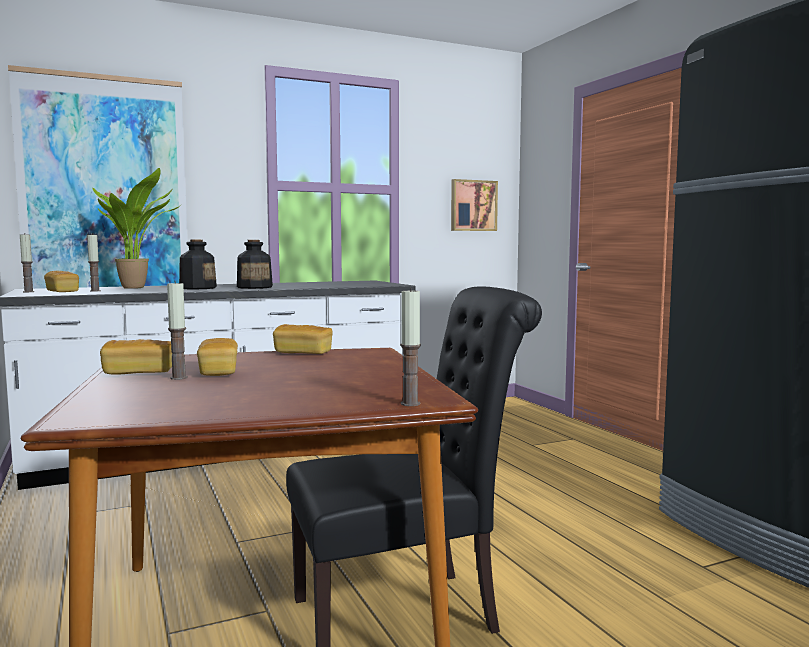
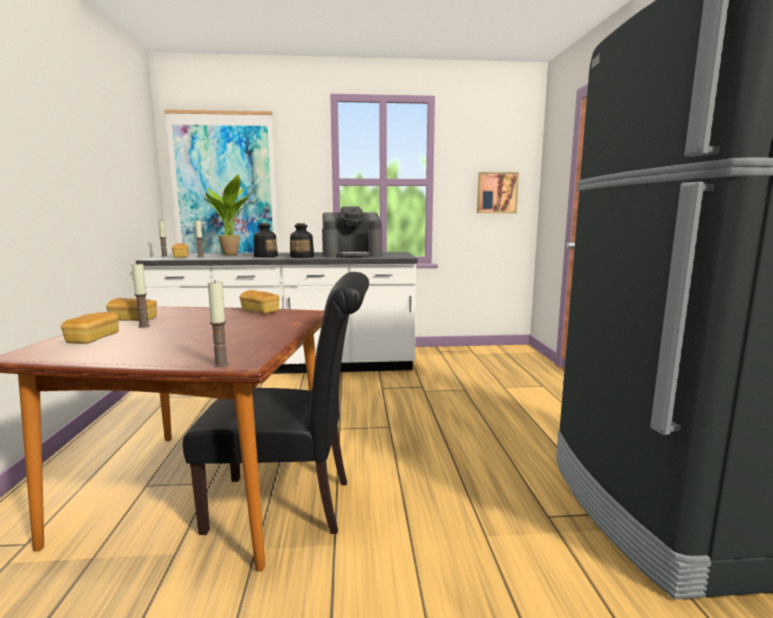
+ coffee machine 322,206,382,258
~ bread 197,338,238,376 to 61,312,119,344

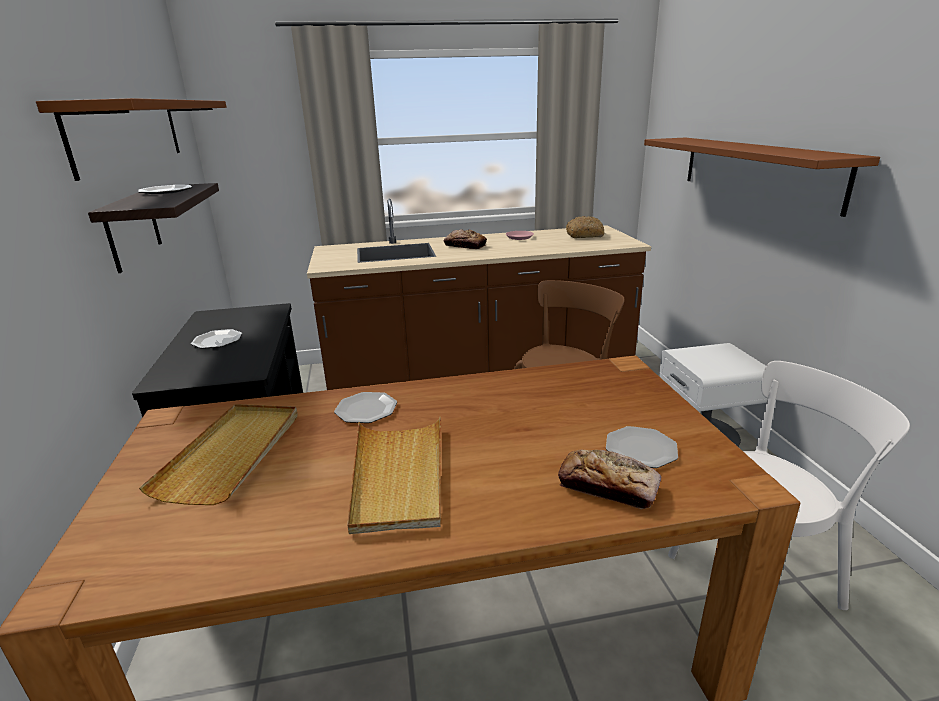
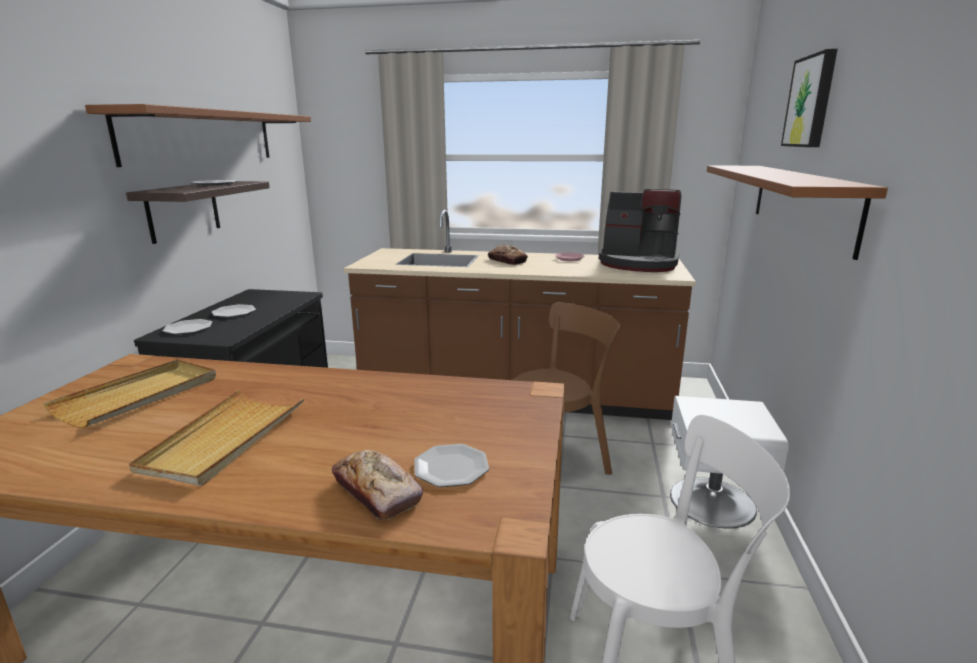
+ picture 781,49,838,147
~ plate 334,392,397,423 to 163,319,212,334
~ bread 566,216,604,238 to coffee machine 599,189,682,272

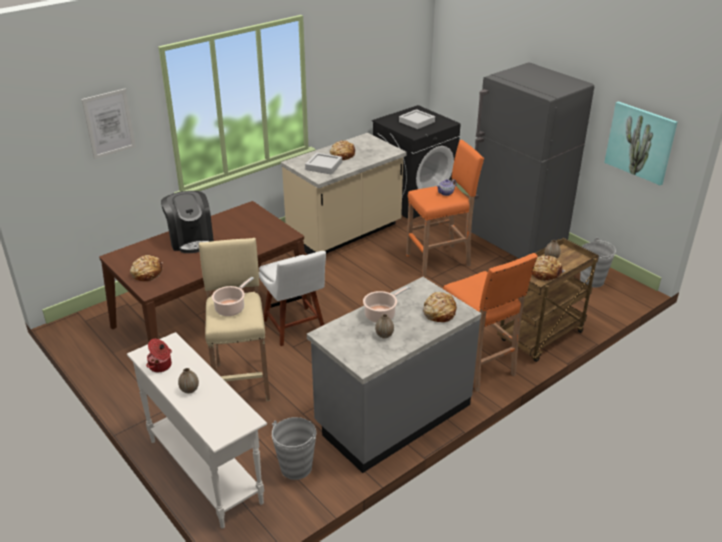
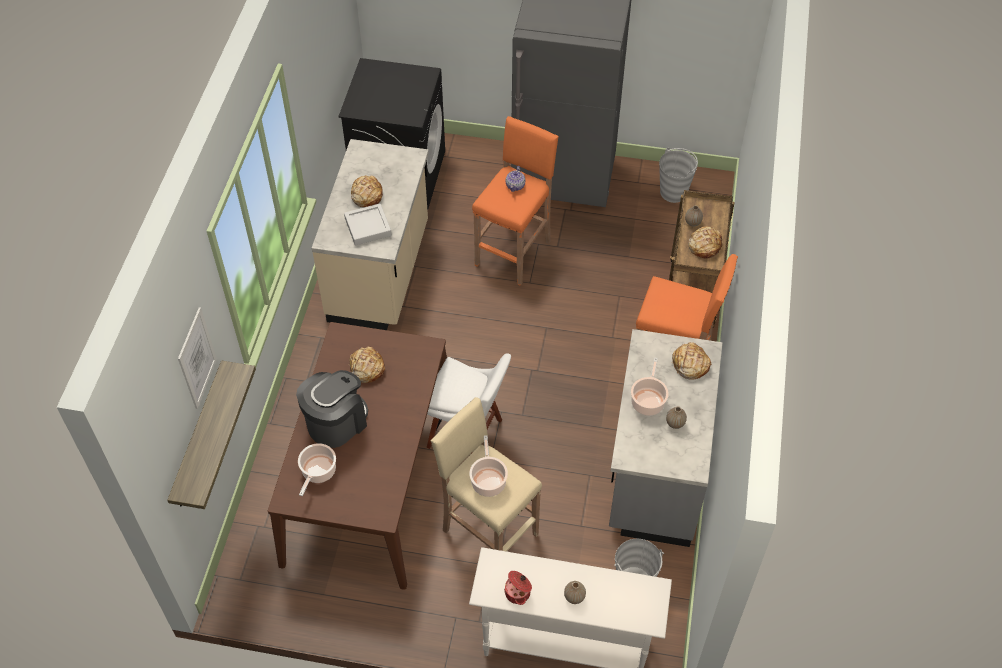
- grey tray 399,109,435,129
- picture 604,101,678,186
+ shelf 167,361,256,509
+ cooking pot 298,443,336,496
~ bread 130,255,163,281 to 349,346,385,383
~ coffee machine 161,191,214,253 = 296,370,368,448 75 degrees counterclockwise

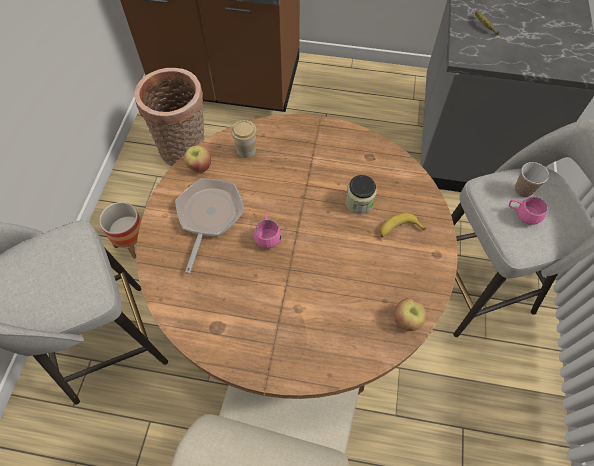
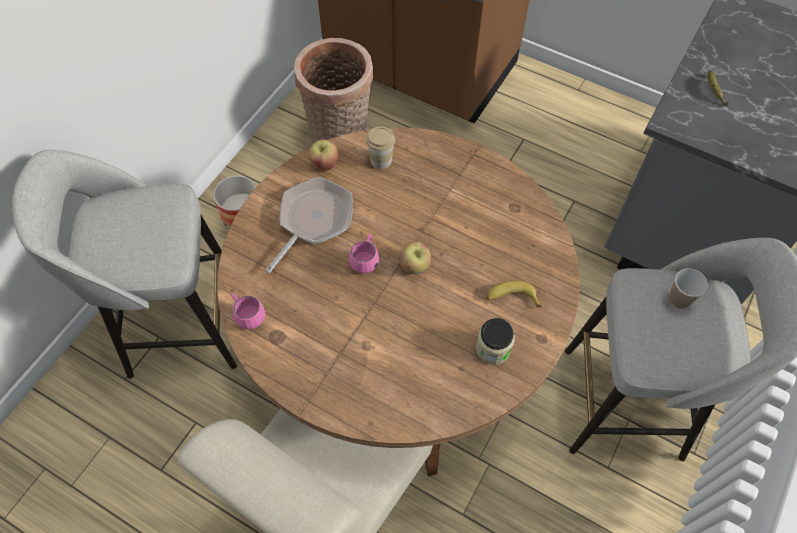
~ jar 345,175,377,214 to 476,318,515,365
~ apple 394,298,426,331 to 399,242,431,274
~ pink mug 509,196,548,225 to 231,293,265,329

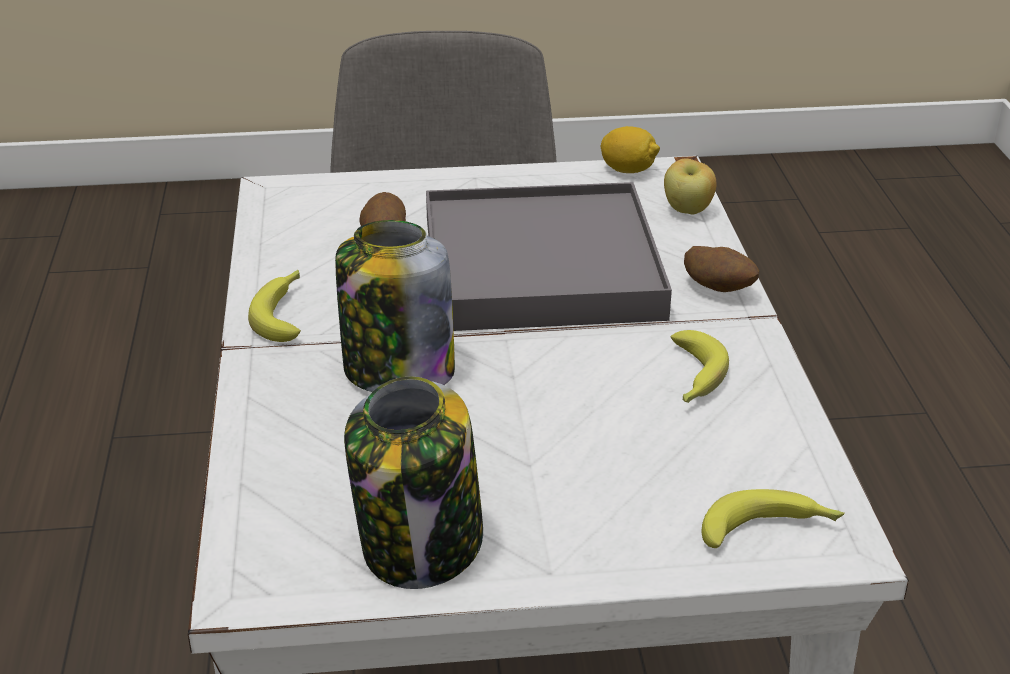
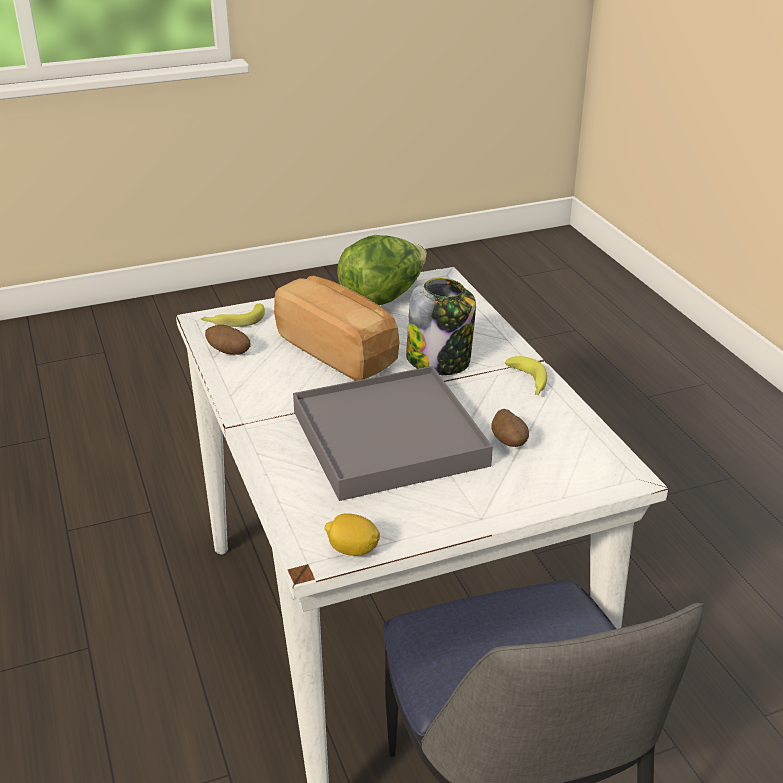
- apple 664,159,717,215
- banana 671,330,729,403
+ bread 274,276,400,381
~ potato 684,246,759,292 to 205,324,251,355
~ jar 344,377,483,589 to lettuce 337,235,427,305

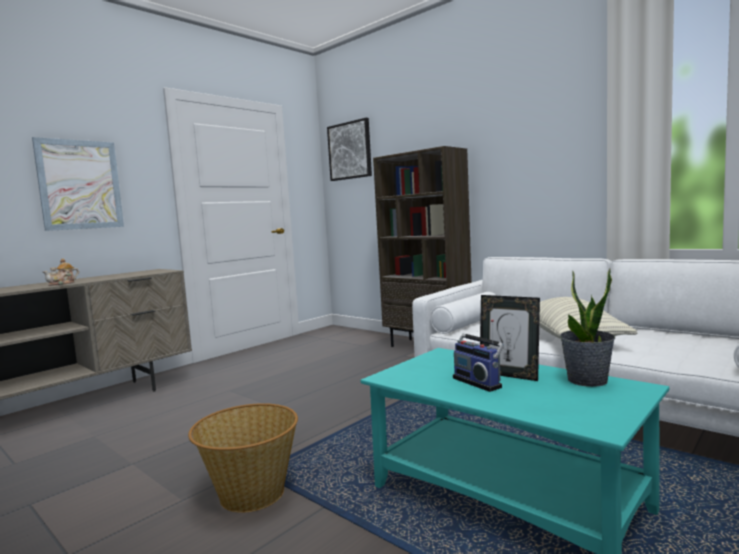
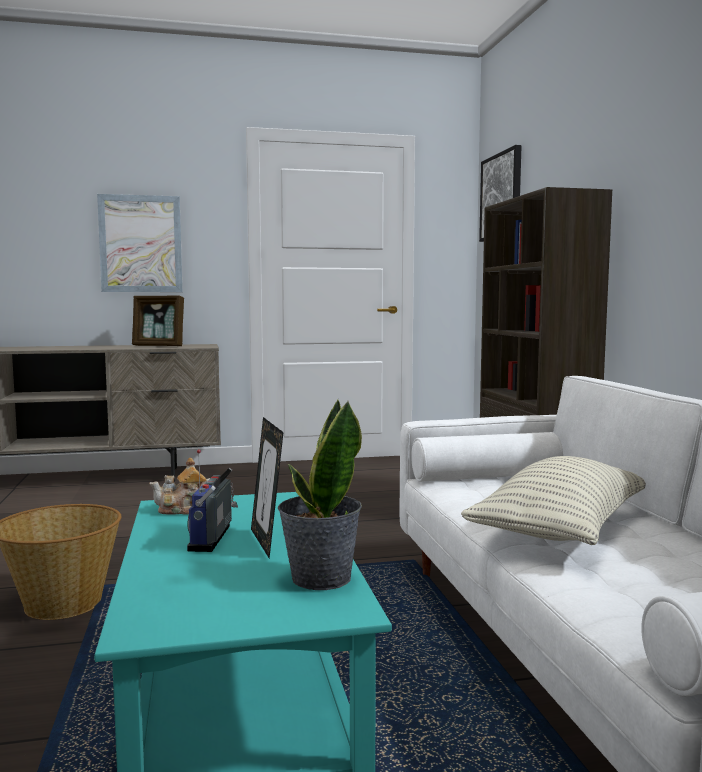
+ picture frame 132,295,184,346
~ teapot 43,259,79,286 to 149,458,210,515

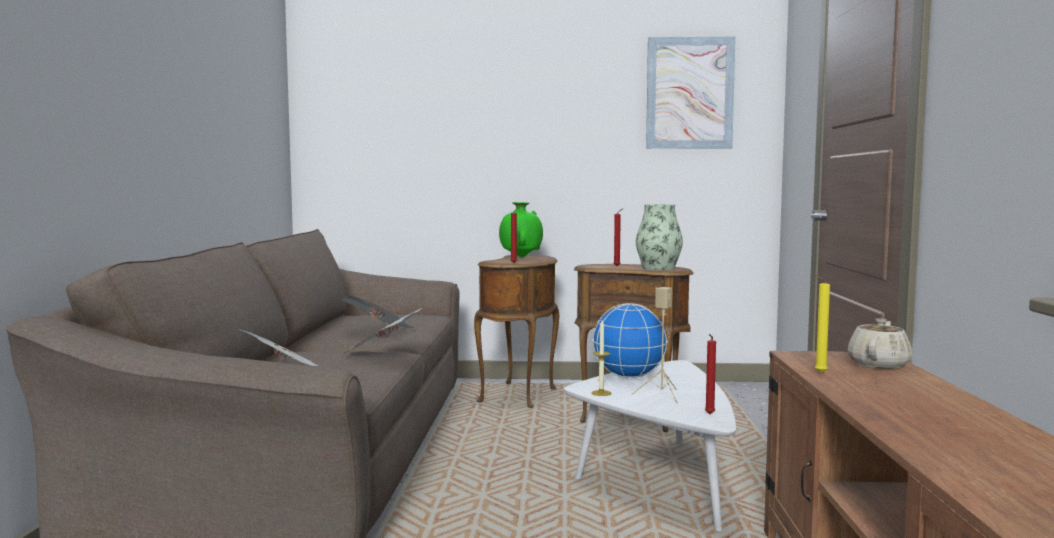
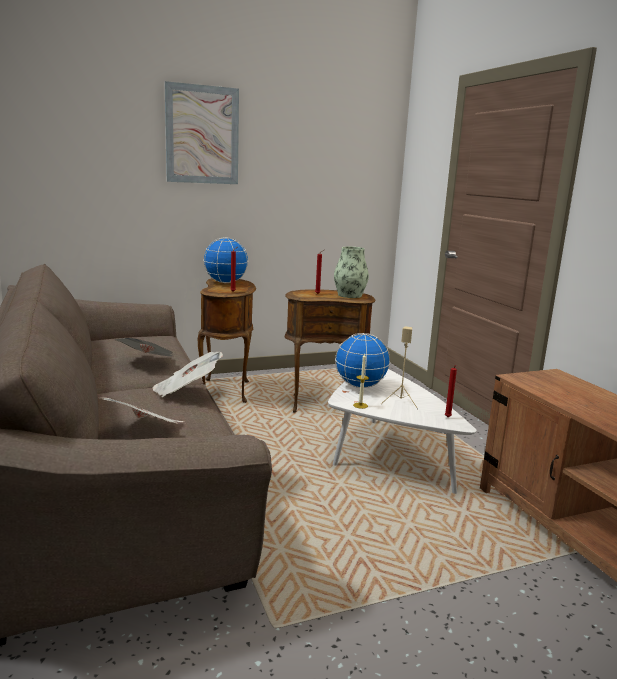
- yellow candle 814,273,830,373
- beige teapot 848,318,912,368
~ picture 646,36,736,149 to 165,81,239,184
~ green vase 499,202,543,258 to globe 203,237,249,283

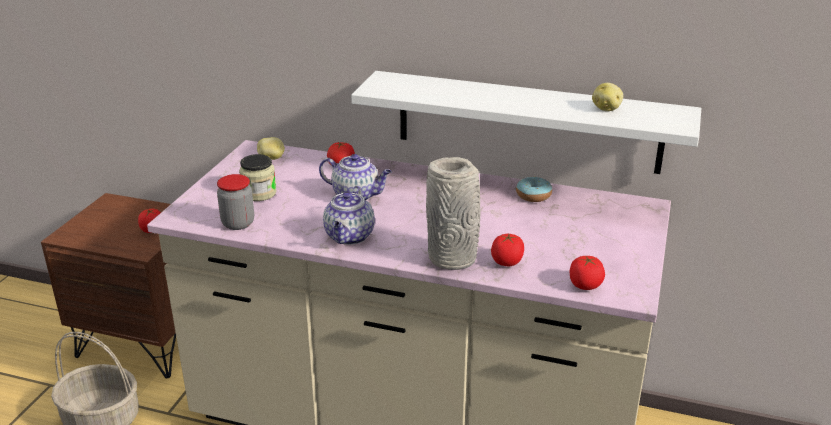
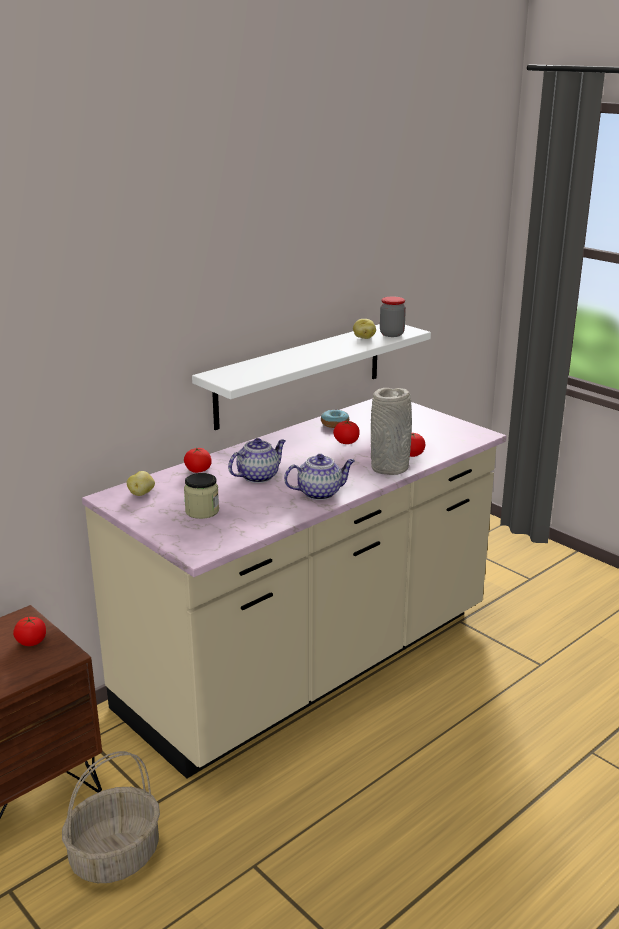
~ jar 217,174,254,230 to 380,297,406,337
~ tomato 570,255,605,290 to 333,421,360,444
~ teapot 323,186,375,245 = 284,454,355,500 60 degrees counterclockwise

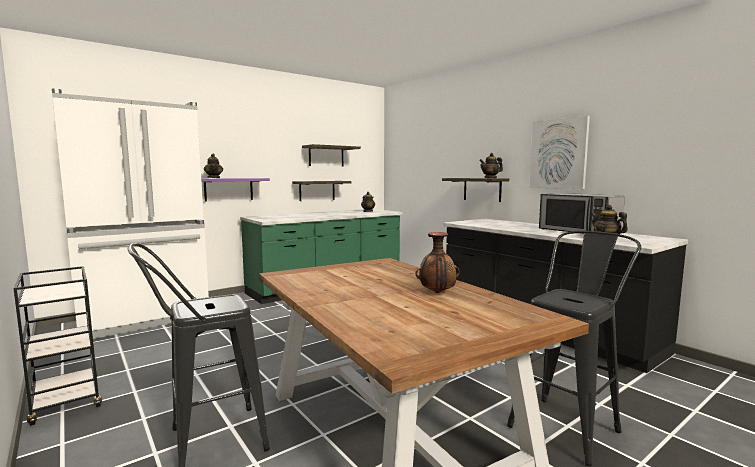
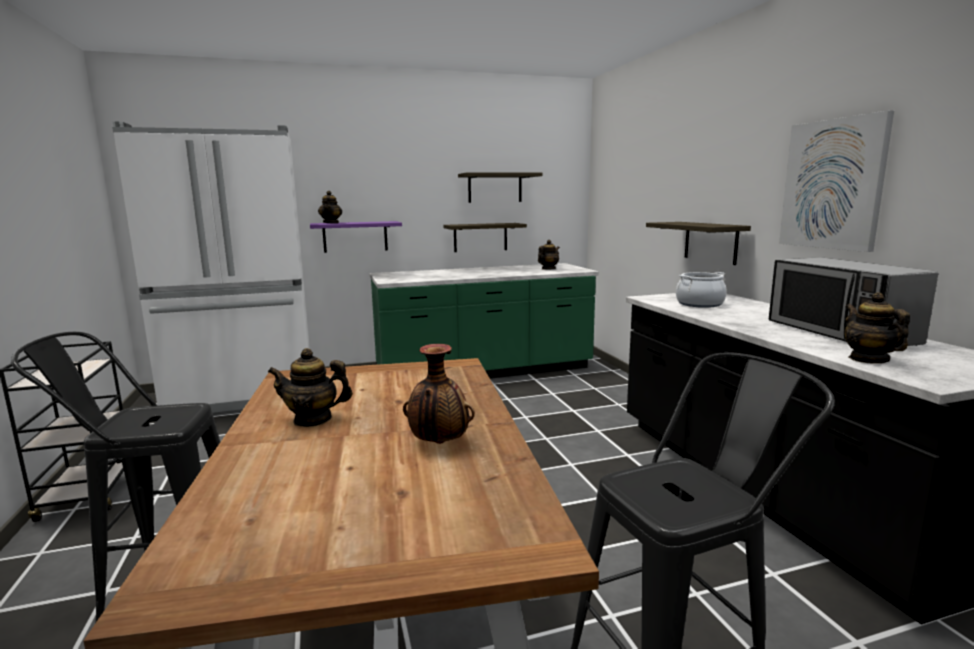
+ cooking pot 676,272,727,308
~ teapot 480,153,503,178 to 268,348,353,427

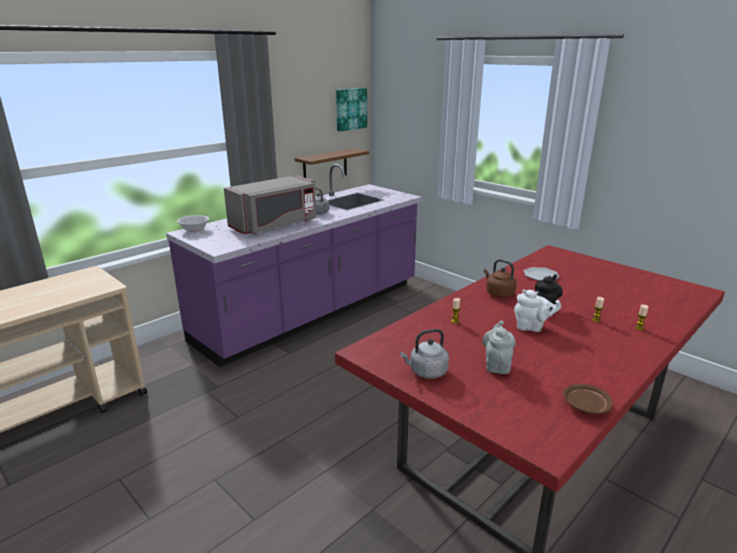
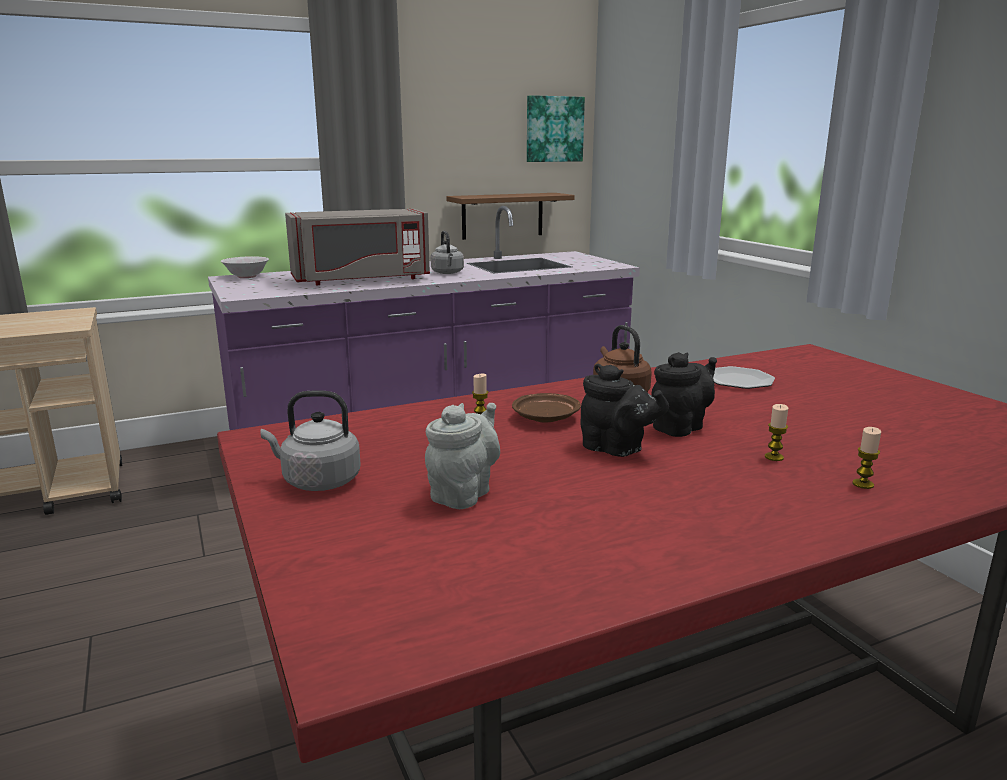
~ brown plate 563,384,613,414 to 512,393,581,422
~ white teapot 514,290,561,332 to black teapot 580,364,669,457

